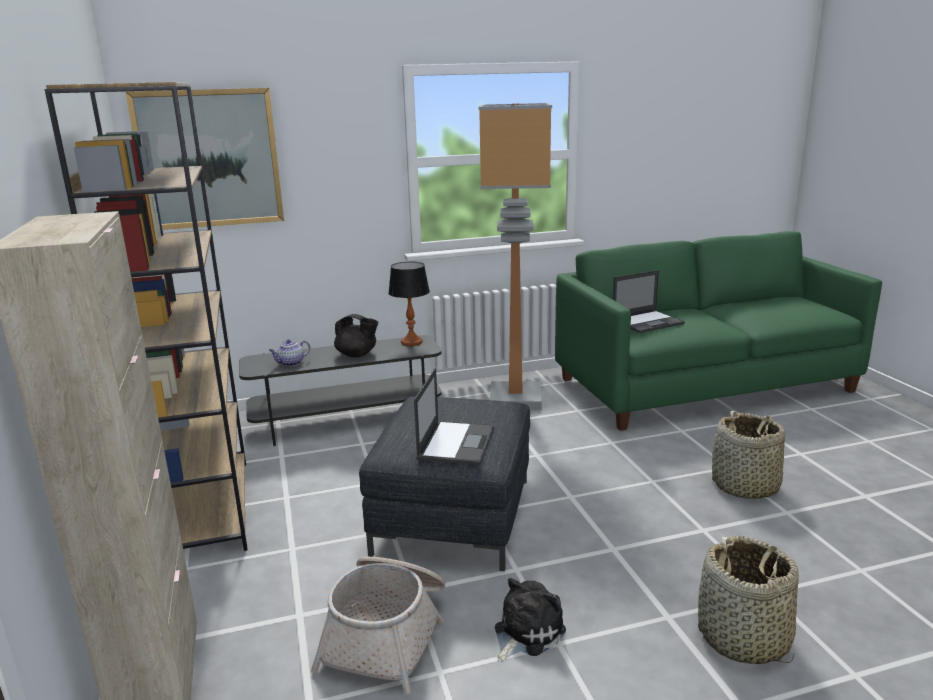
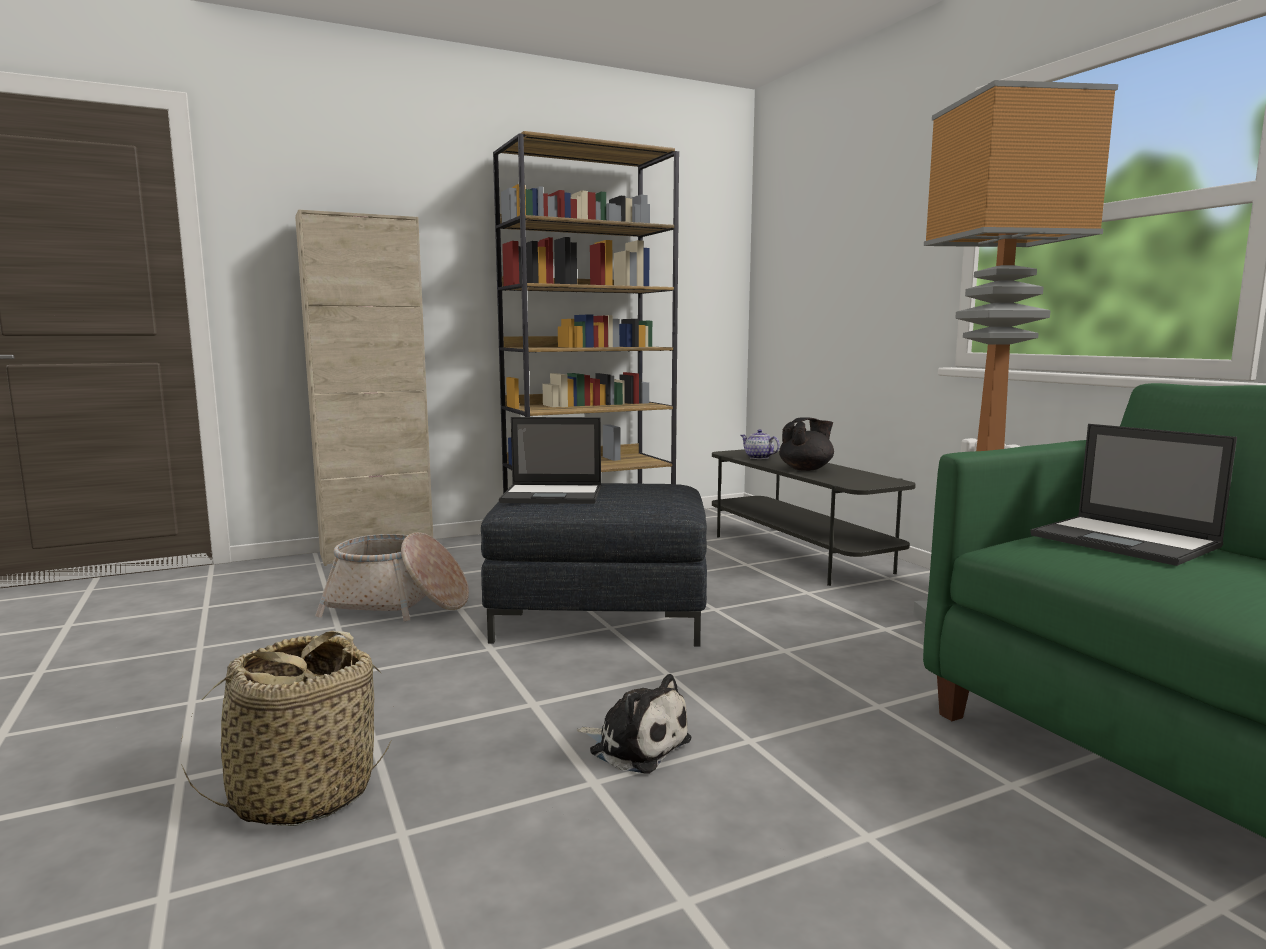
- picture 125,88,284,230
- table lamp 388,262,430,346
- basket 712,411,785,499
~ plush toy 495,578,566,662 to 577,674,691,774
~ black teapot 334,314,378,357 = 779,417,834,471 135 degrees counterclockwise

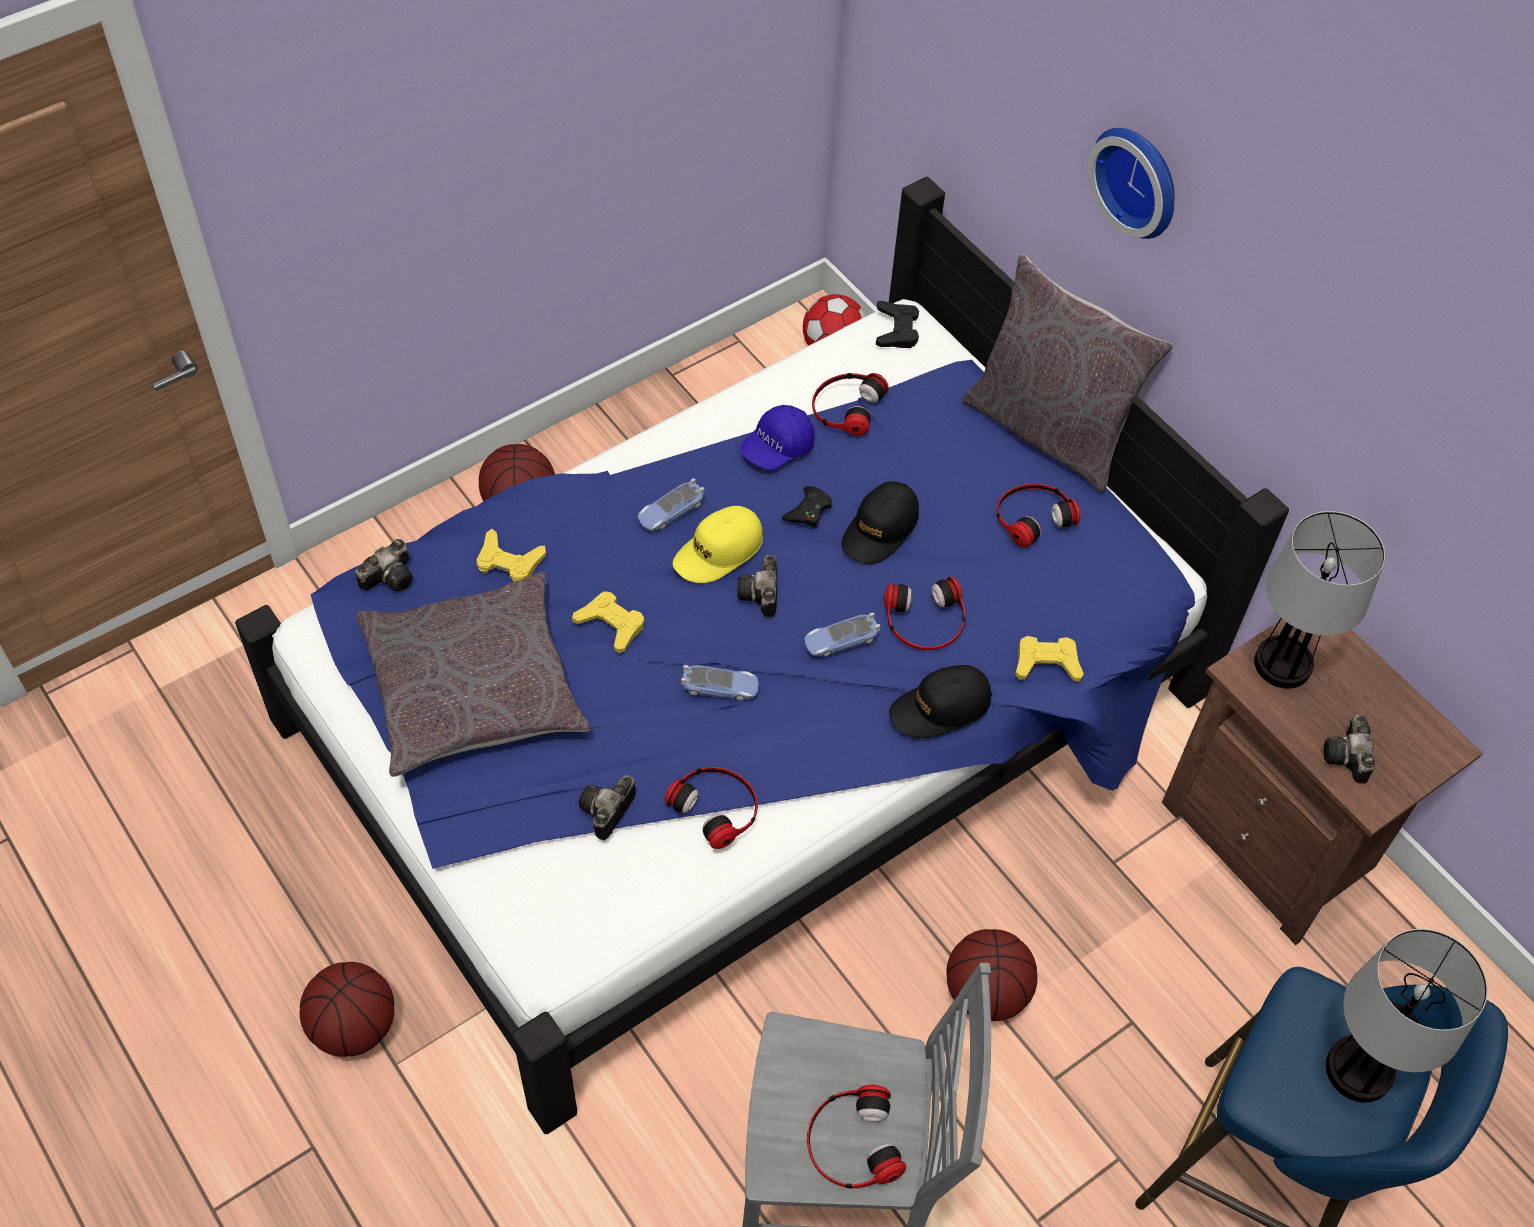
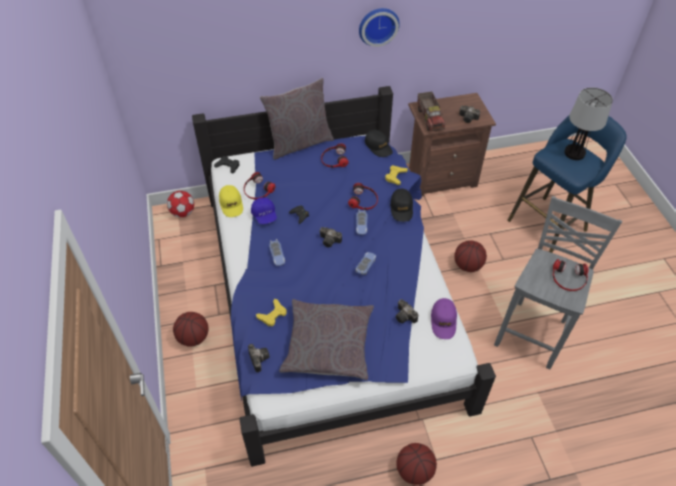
- yellow game controller 572,591,644,653
- headphones 665,767,758,849
+ purple cap 431,298,457,339
~ yellow cap 673,506,763,583 to 219,185,243,217
~ black cap 842,481,919,564 to 365,129,393,157
~ wall clock 1088,128,1175,239 to 359,8,400,47
~ table lamp 1254,511,1385,689 to toy truck 417,91,445,131

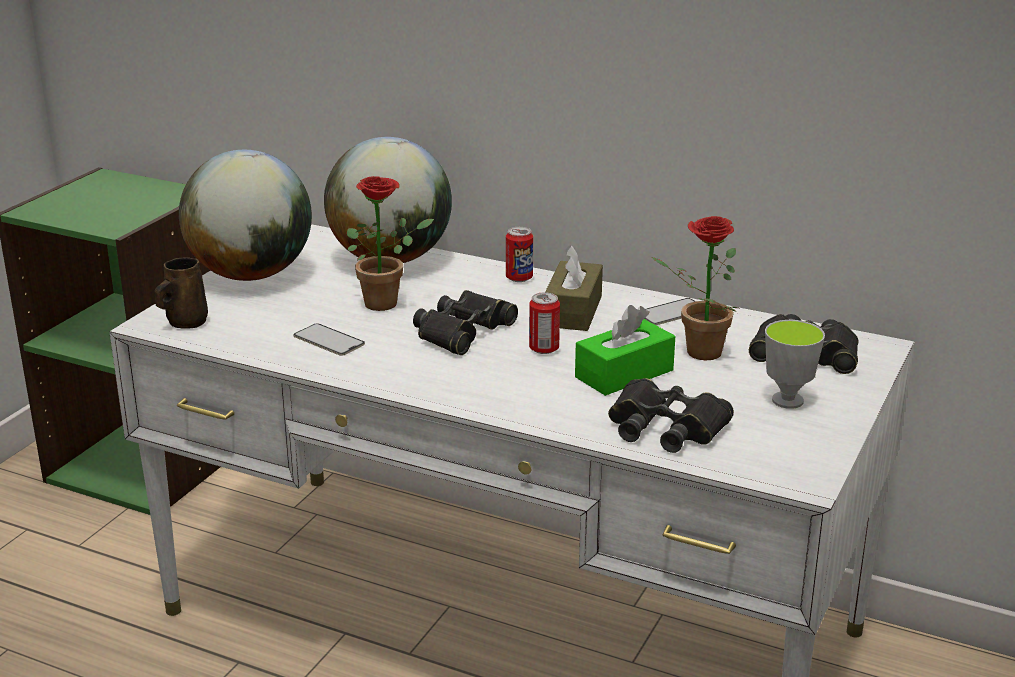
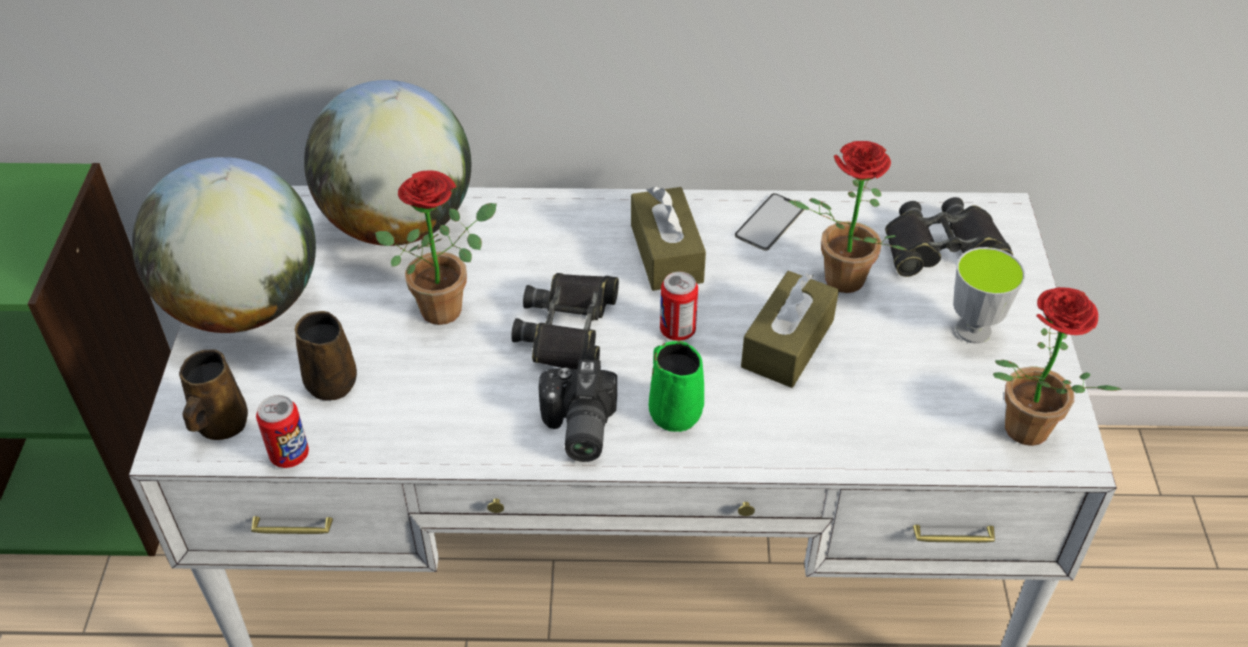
- phone 294,323,365,356
- black binoculars 608,378,734,453
+ brown mug 295,311,357,400
+ photo camera 538,360,617,462
+ green mug 649,341,704,432
+ potted plant 993,287,1123,446
~ can 506,227,533,282 to 256,395,309,468
~ green tissue box 575,305,675,396 to brown tissue box 741,271,839,388

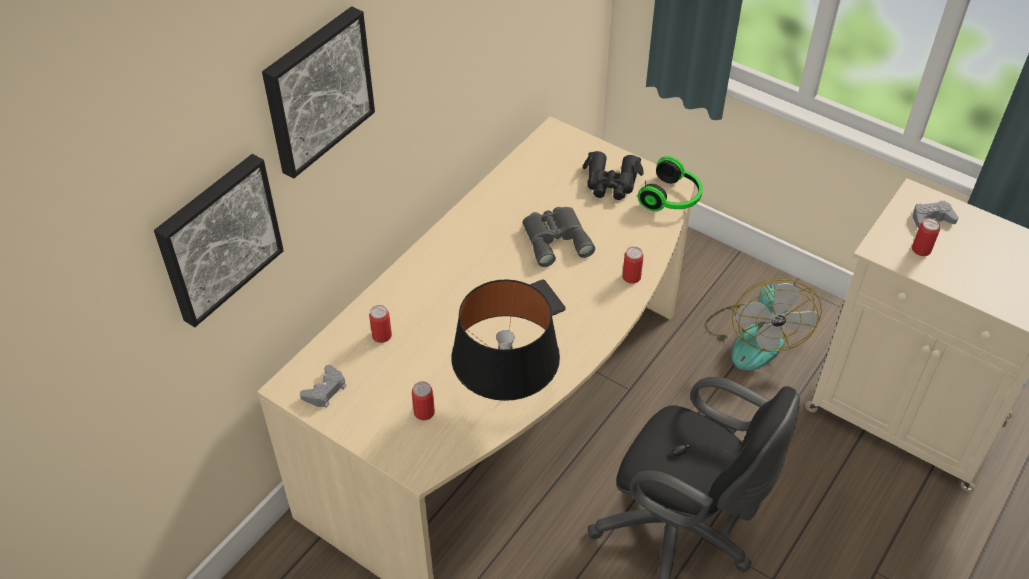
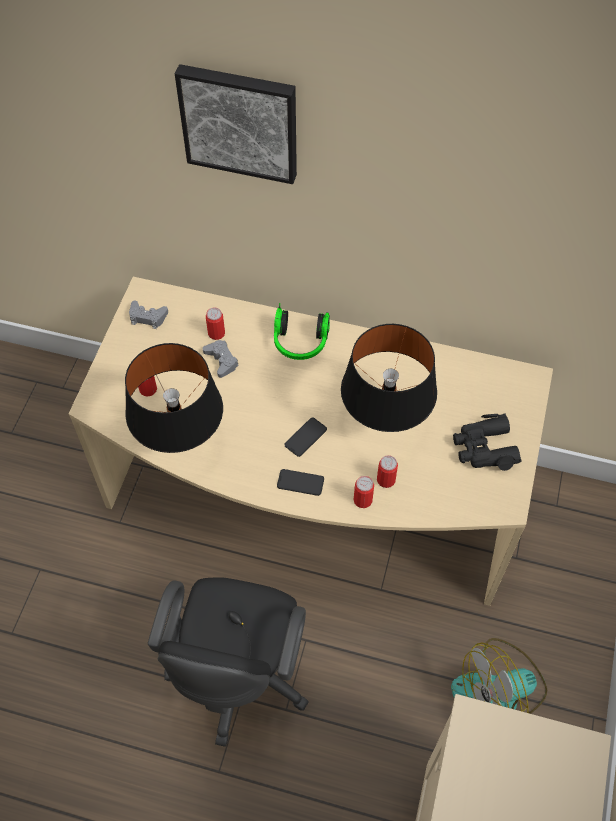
- picture 154,154,284,327
+ phone 277,469,324,496
~ headphones 638,156,703,211 to 274,303,330,360
~ can 912,218,940,256 to 377,455,398,488
~ grey game controller 913,201,958,228 to 203,340,239,378
~ grey binoculars 522,207,595,267 to black table lamp 341,324,437,432

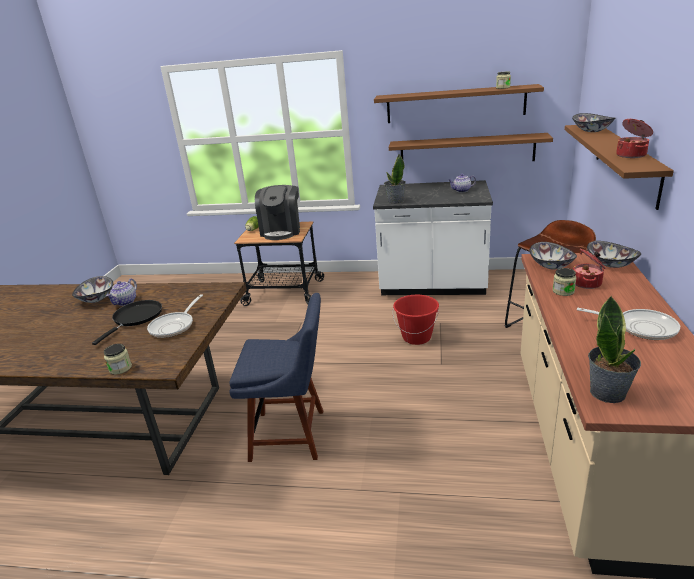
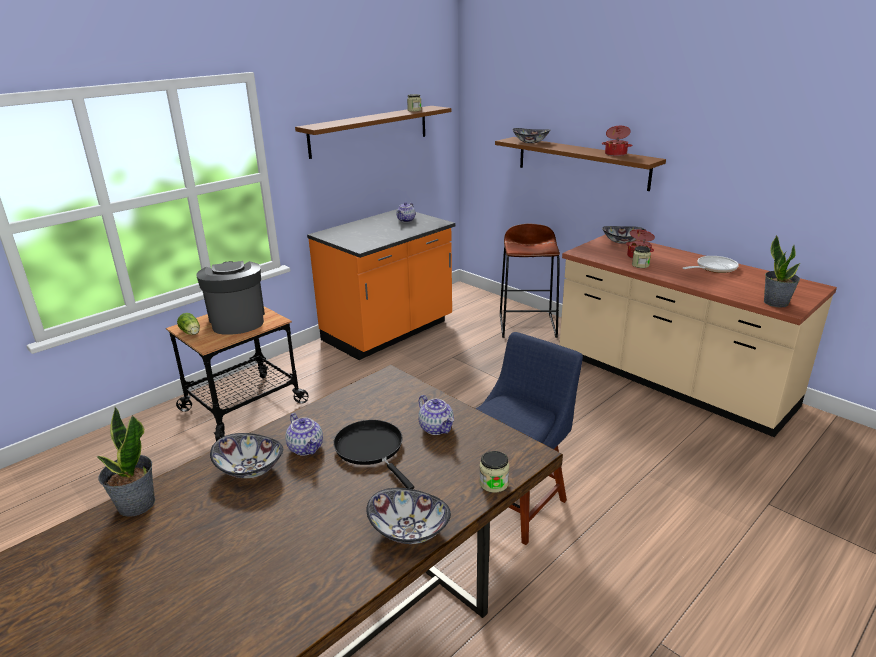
- brown shelf 389,133,553,161
- red bucket 393,295,439,345
~ potted plant 384,154,406,204 to 97,407,155,517
~ bowl 529,242,577,269 to 366,488,451,544
~ frying pan 147,294,203,338 to teapot 418,395,454,435
~ white counter 373,180,493,295 to orange counter 307,209,455,360
~ coffee machine 255,185,300,240 = 196,261,265,335 150 degrees counterclockwise

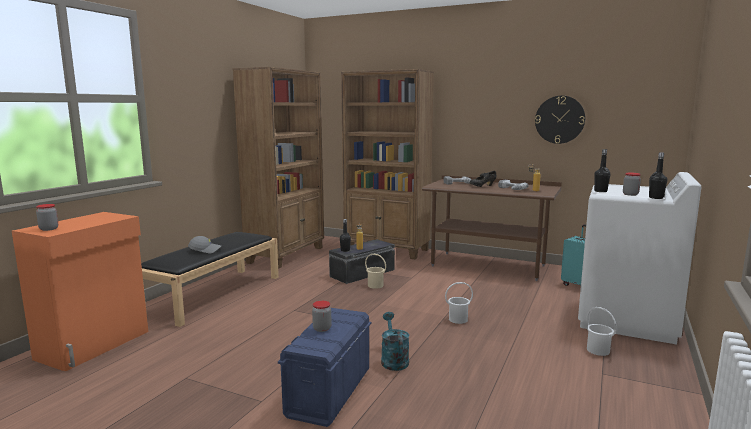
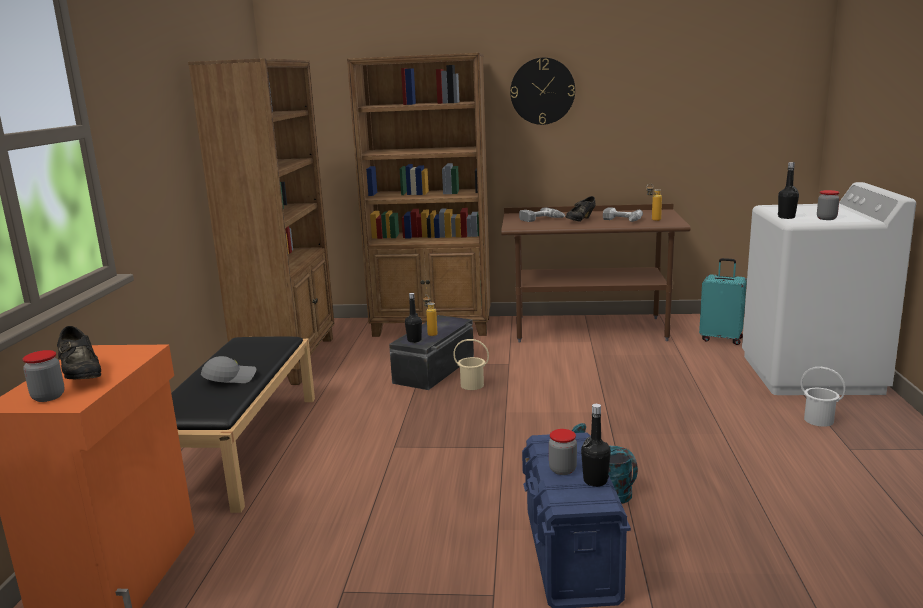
- white bucket 445,282,473,324
+ black shoe 57,326,101,379
~ wall clock 535,96,585,144 to 510,58,575,125
~ black bottle 649,152,667,199 to 581,404,611,487

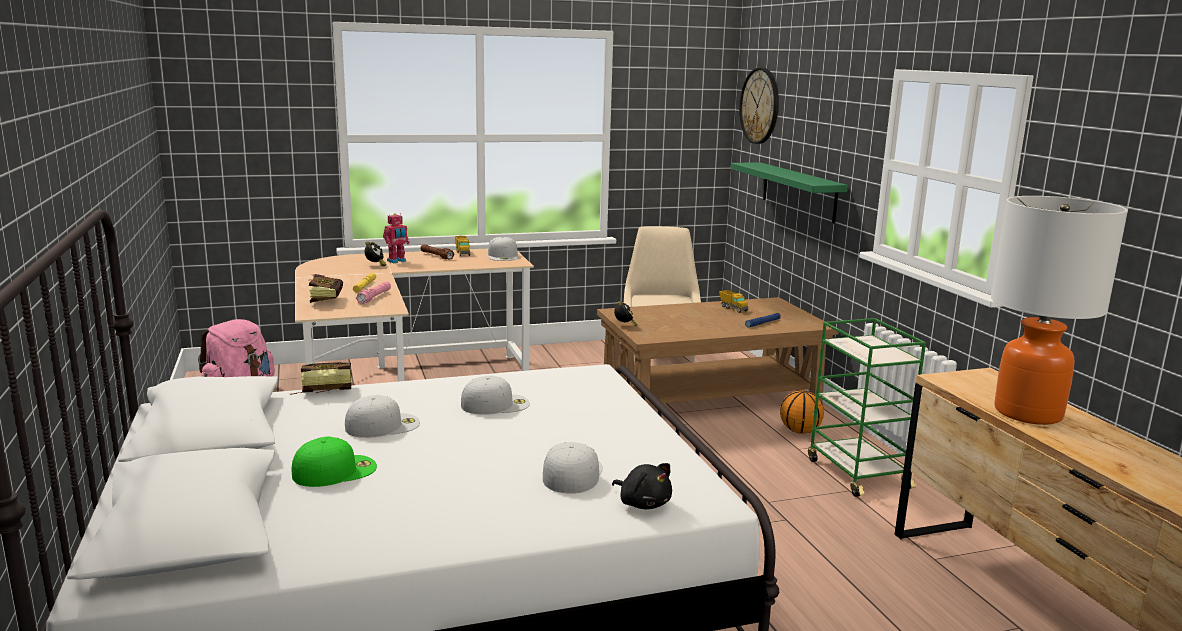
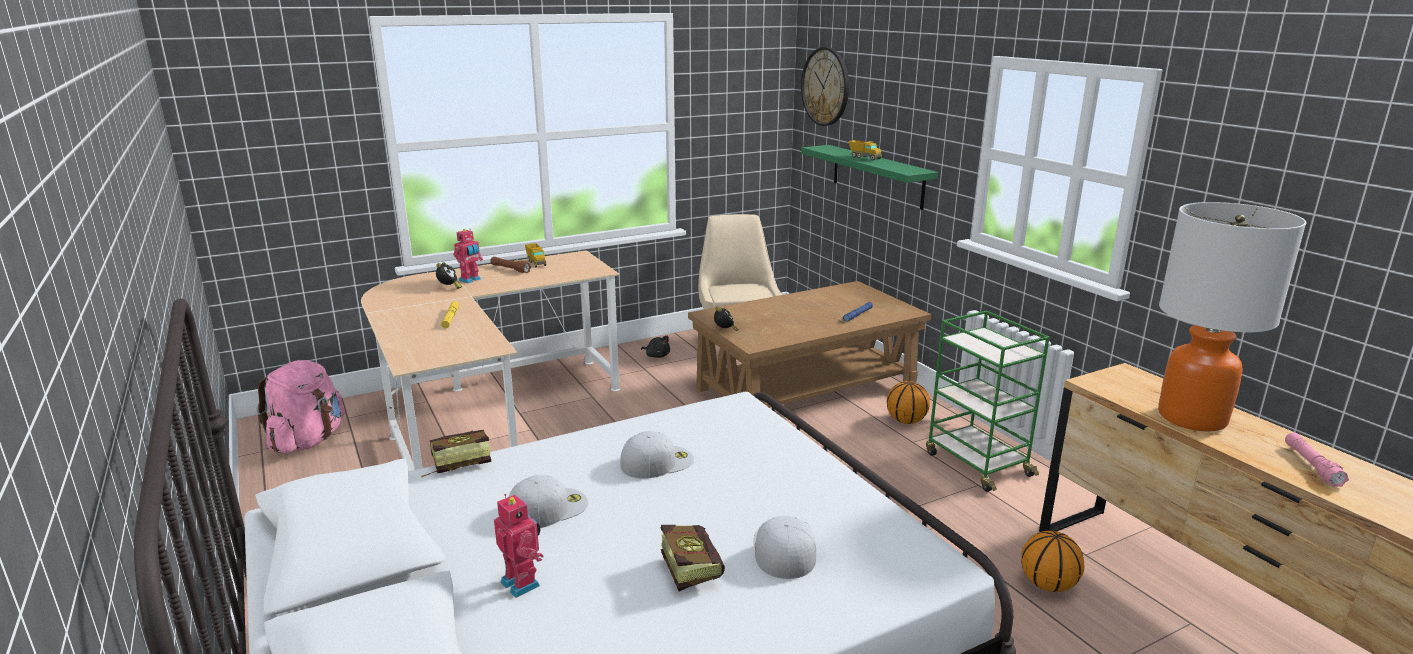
- white cap 488,237,518,261
+ basketball 1021,531,1084,592
~ book 309,274,343,303 to 660,525,725,591
~ pink flashlight 356,281,391,304 to 1285,433,1349,487
~ black plush toy 612,463,672,509 to 641,336,670,358
~ toy truck 719,290,749,313 to 848,140,882,160
~ green cap 292,436,377,487 to toy robot 494,494,543,598

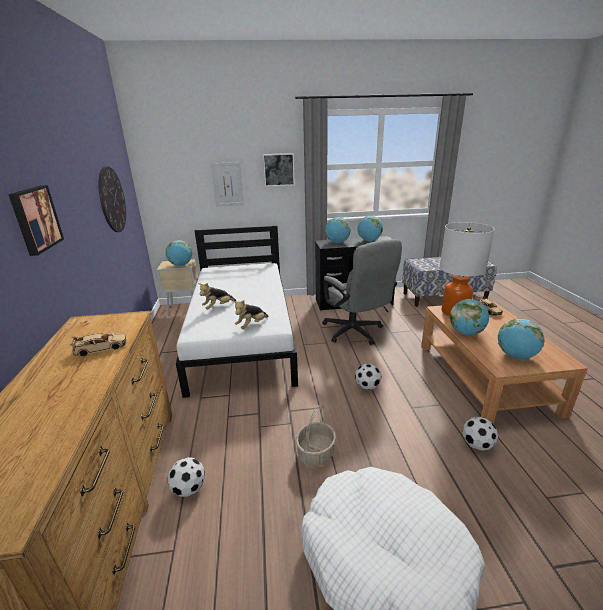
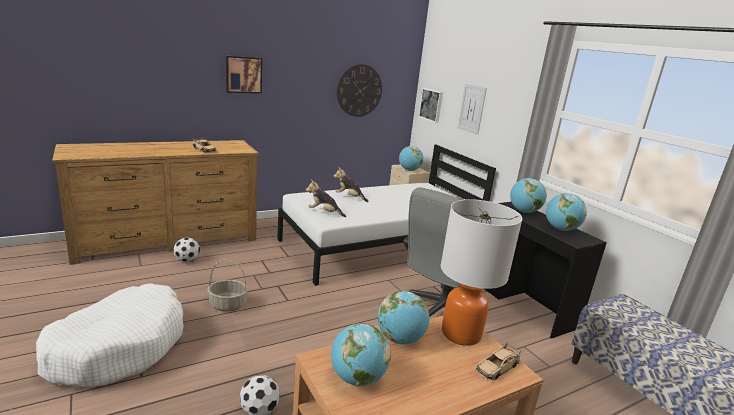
- football 355,363,381,390
~ picture 263,153,295,187 to 418,88,443,122

